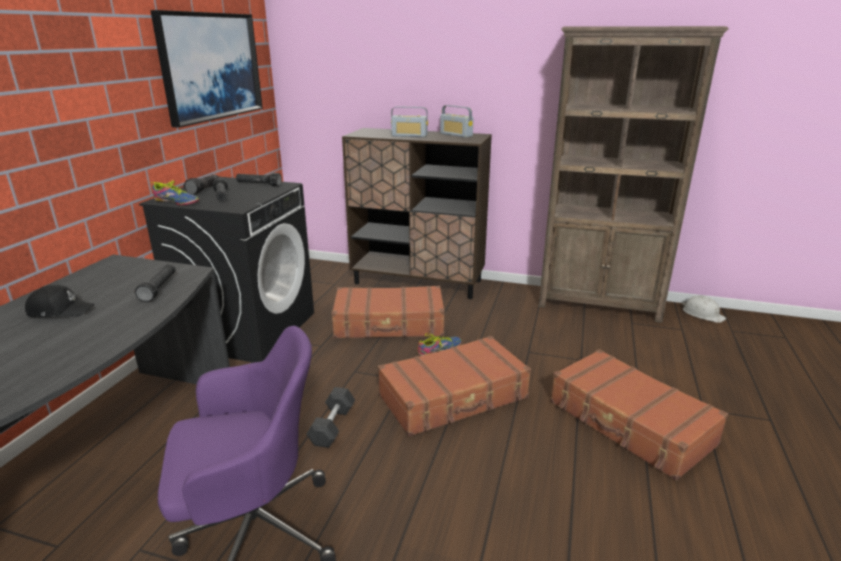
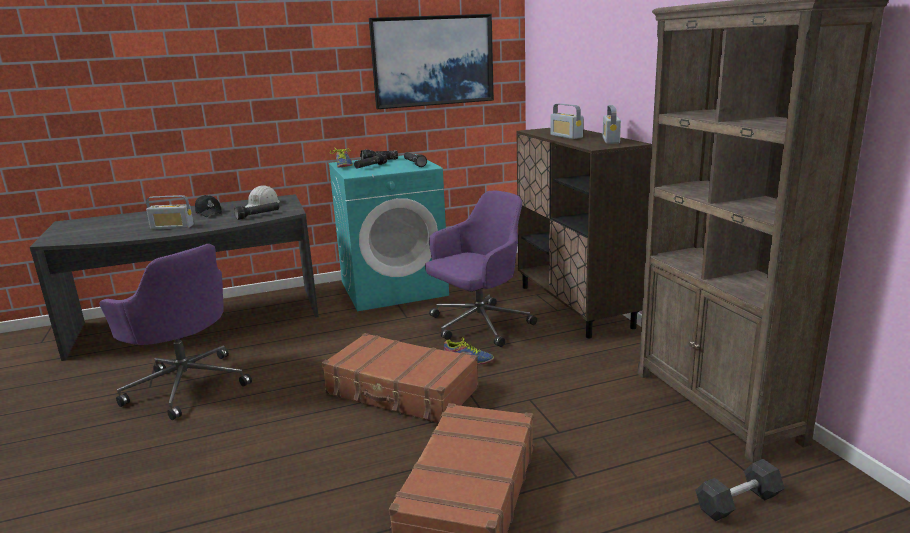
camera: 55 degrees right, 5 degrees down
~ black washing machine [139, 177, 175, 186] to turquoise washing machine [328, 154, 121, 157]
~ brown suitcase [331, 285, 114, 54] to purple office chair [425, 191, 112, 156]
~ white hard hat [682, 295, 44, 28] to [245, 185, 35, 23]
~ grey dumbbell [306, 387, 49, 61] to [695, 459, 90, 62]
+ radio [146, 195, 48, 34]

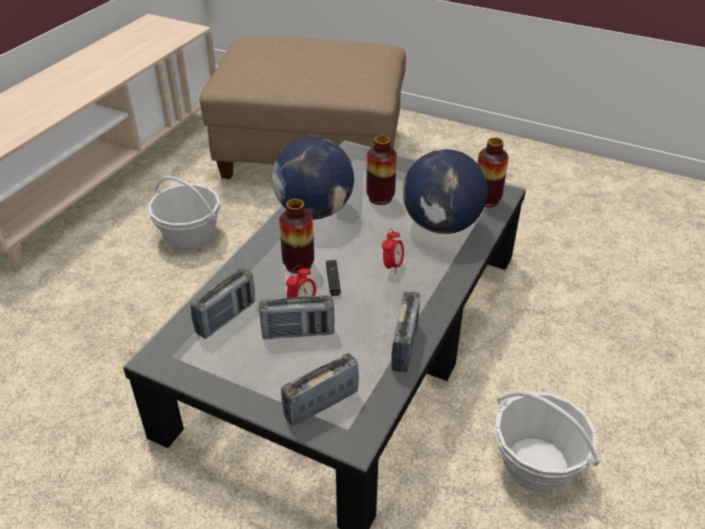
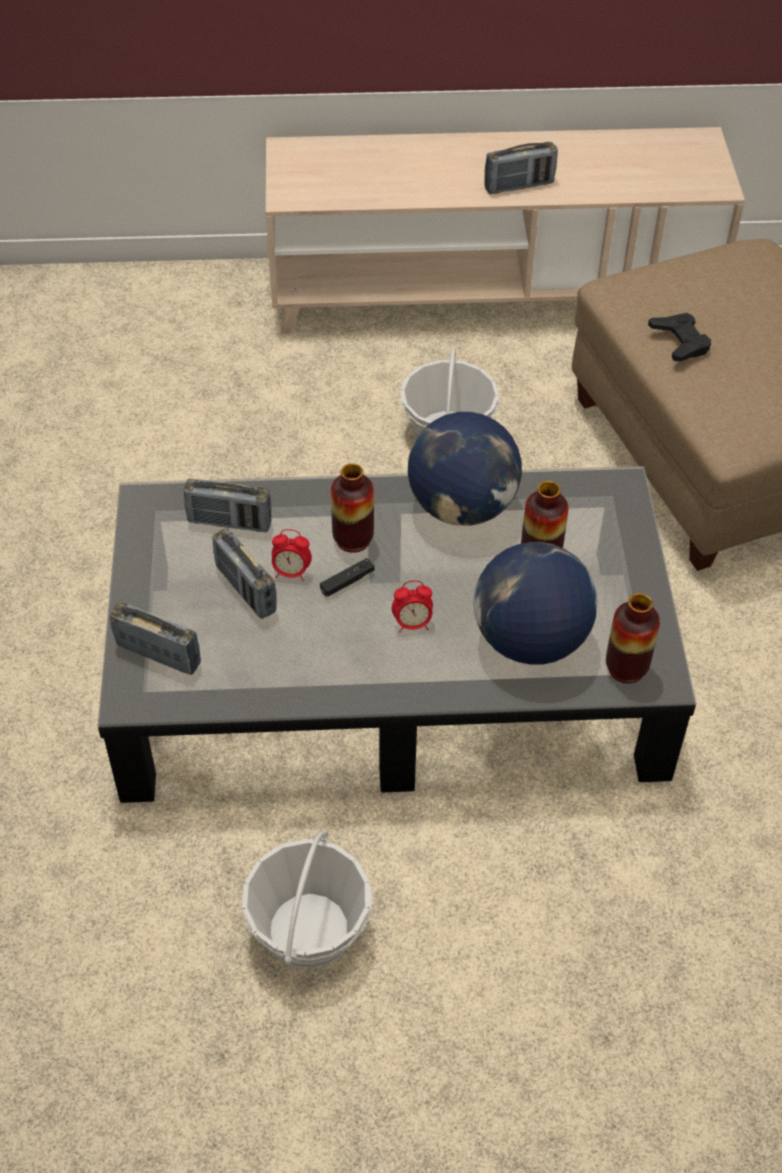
camera: 60 degrees right, 10 degrees up
~ radio [391, 292, 29, 80] to [484, 142, 74, 52]
+ black game controller [648, 313, 63, 49]

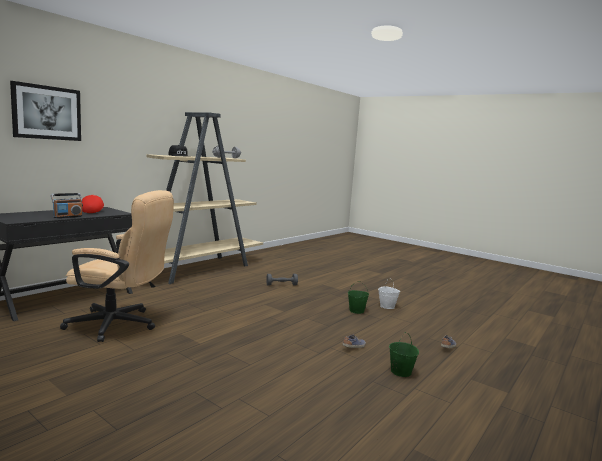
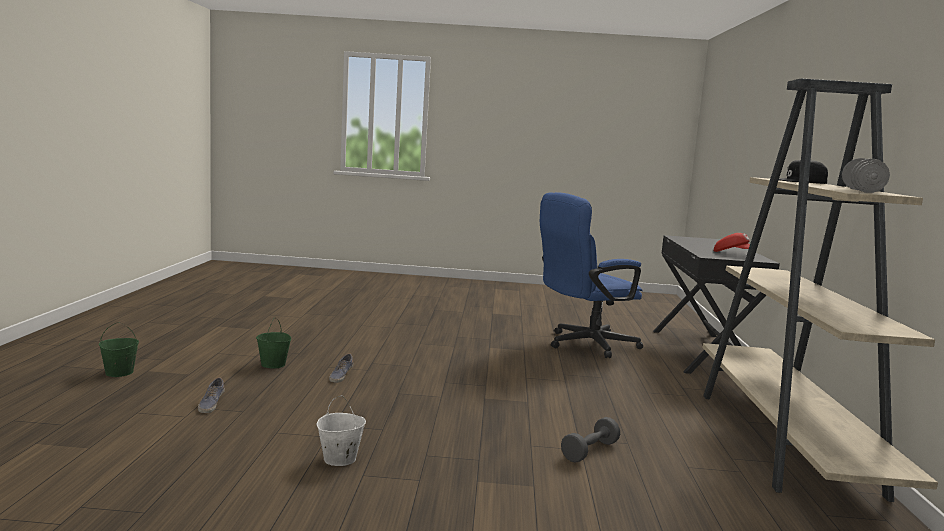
camera: 145 degrees right, 0 degrees up
- picture [10, 81, 71, 60]
~ beige office chair [60, 190, 114, 152] to blue office chair [540, 192, 103, 166]
- radio [51, 193, 32, 25]
~ green bucket [348, 281, 21, 33] to [99, 322, 40, 55]

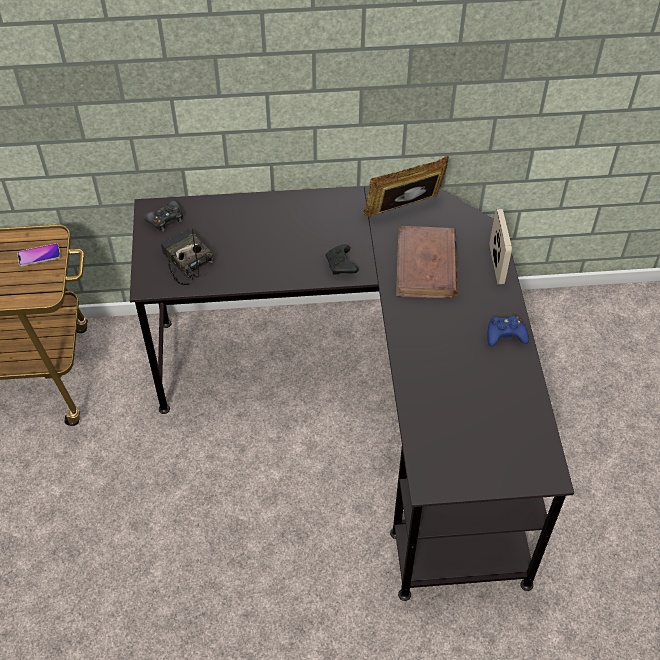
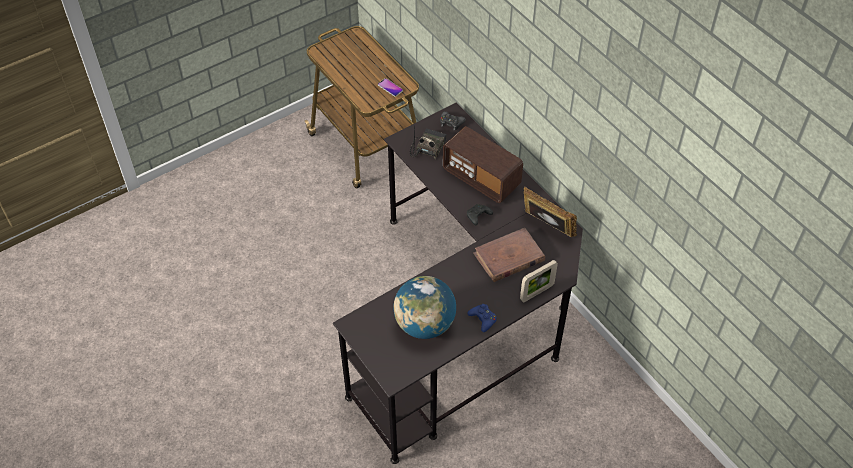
camera: 60 degrees right, 0 degrees up
+ radio [443, 126, 80, 77]
+ globe [393, 276, 63, 63]

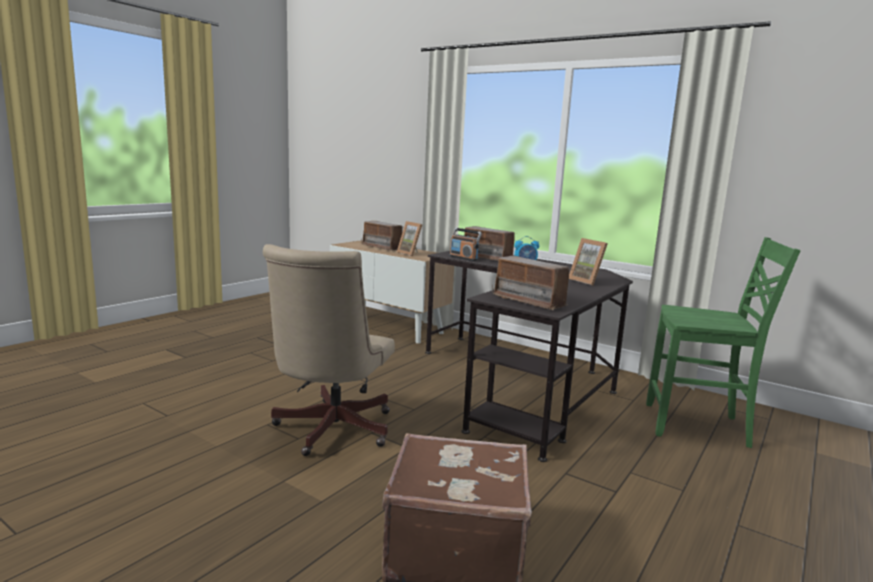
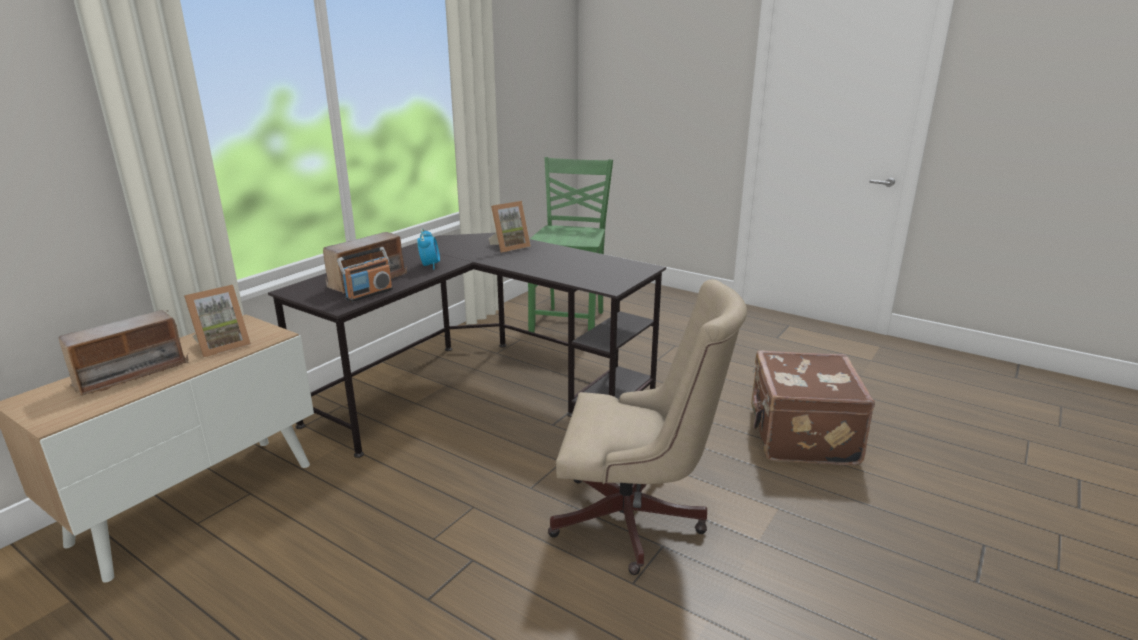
camera: 90 degrees left, 10 degrees up
- radio [492, 256, 81, 55]

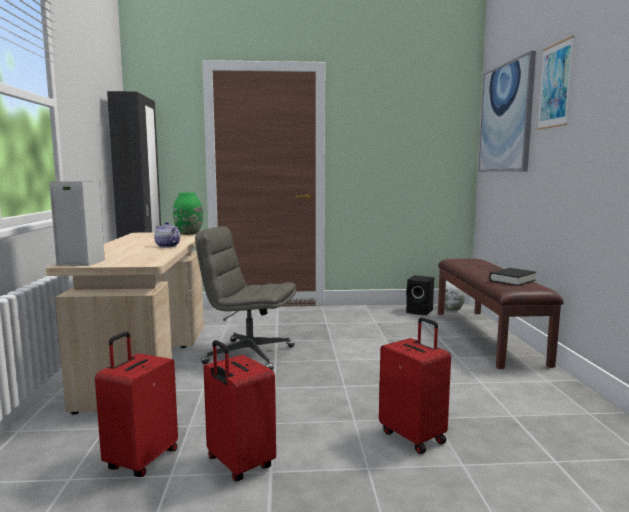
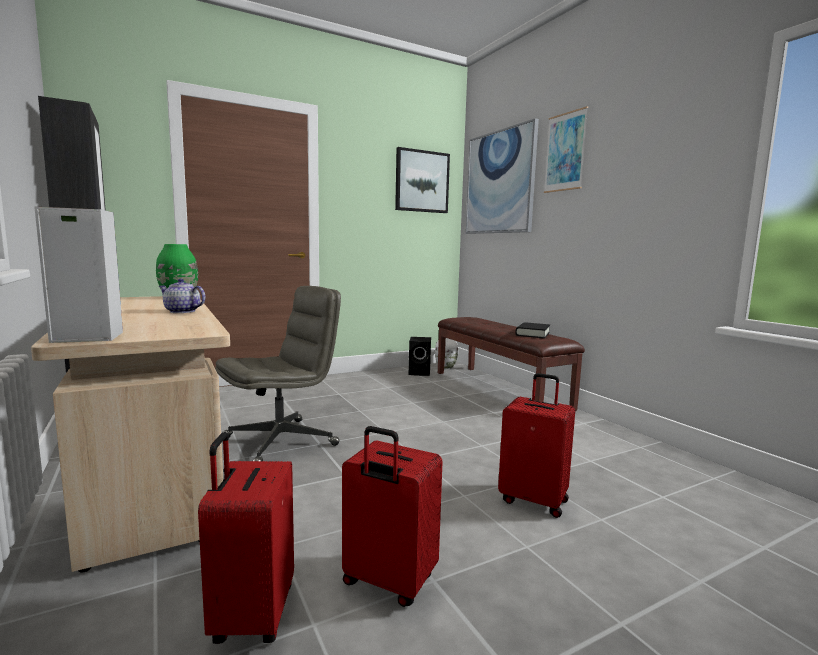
camera: 25 degrees left, 0 degrees up
~ grey office chair [195, 226, 101, 144] = [215, 286, 126, 176] 150 degrees clockwise
+ picture [395, 147, 55, 66]

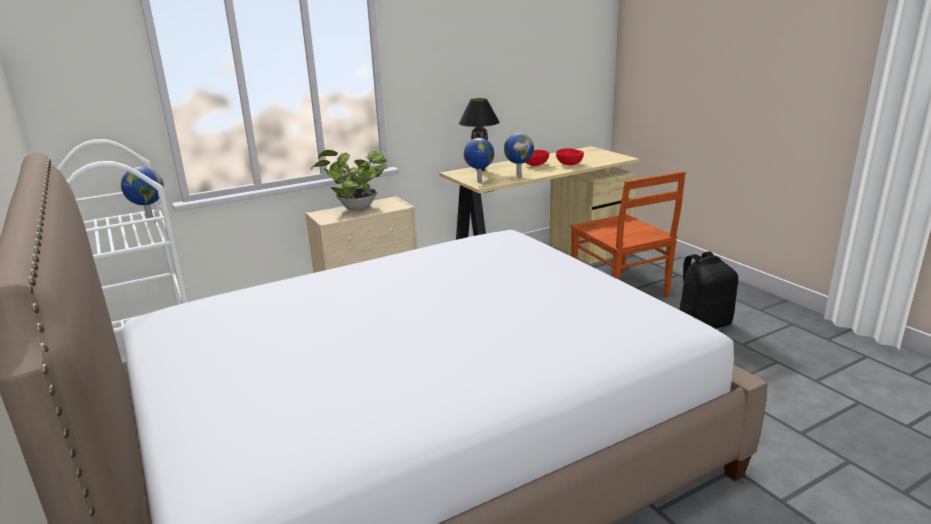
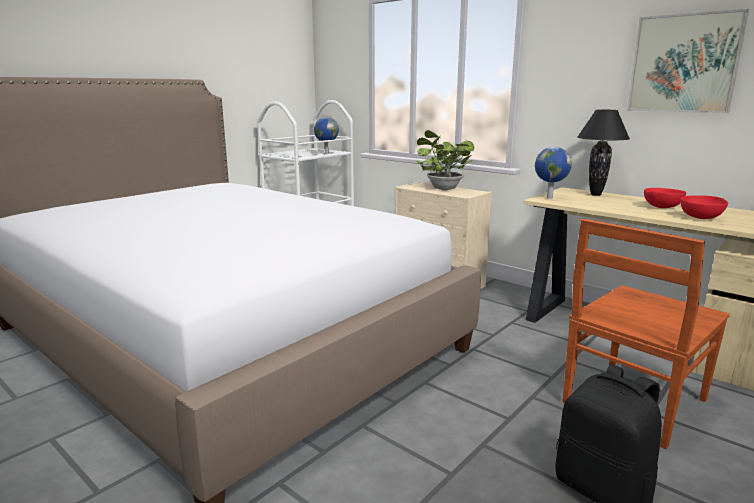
camera: 70 degrees right, 5 degrees down
- globe [504, 133, 30, 45]
+ picture [627, 9, 122, 104]

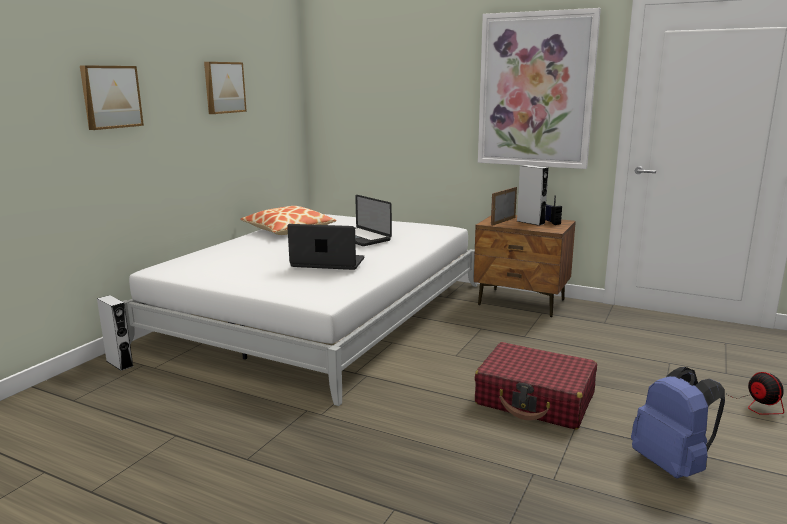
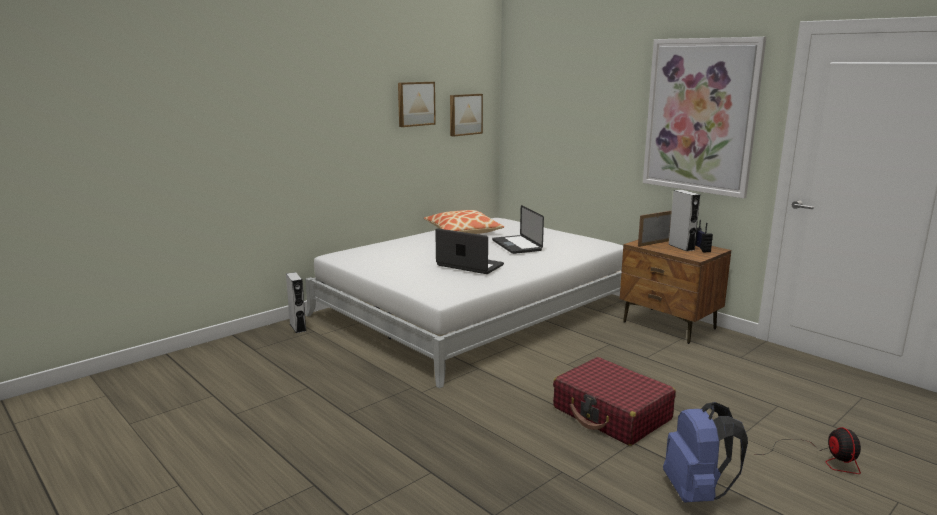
camera: 20 degrees right, 0 degrees up
~ picture [80, 65, 64, 65] to [450, 94, 33, 43]

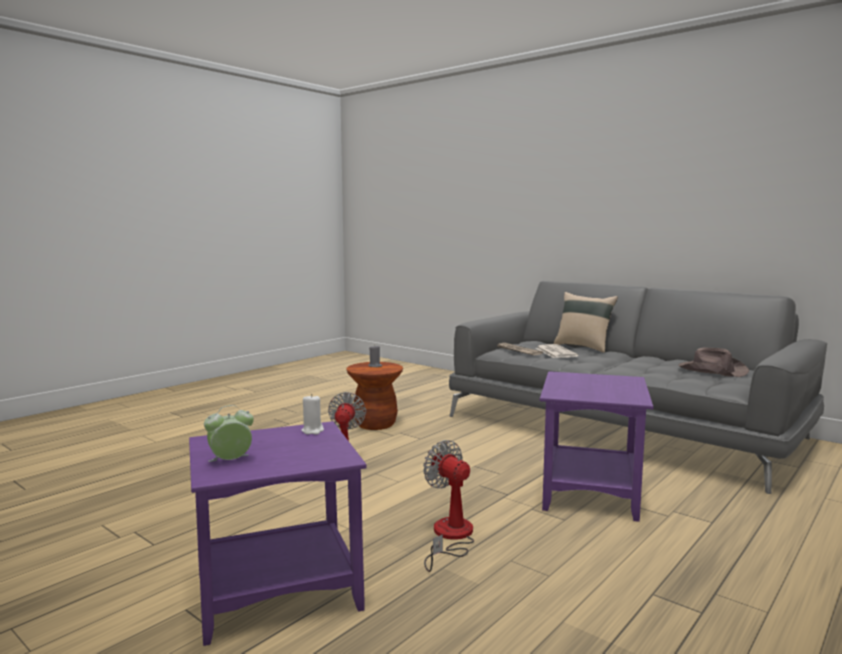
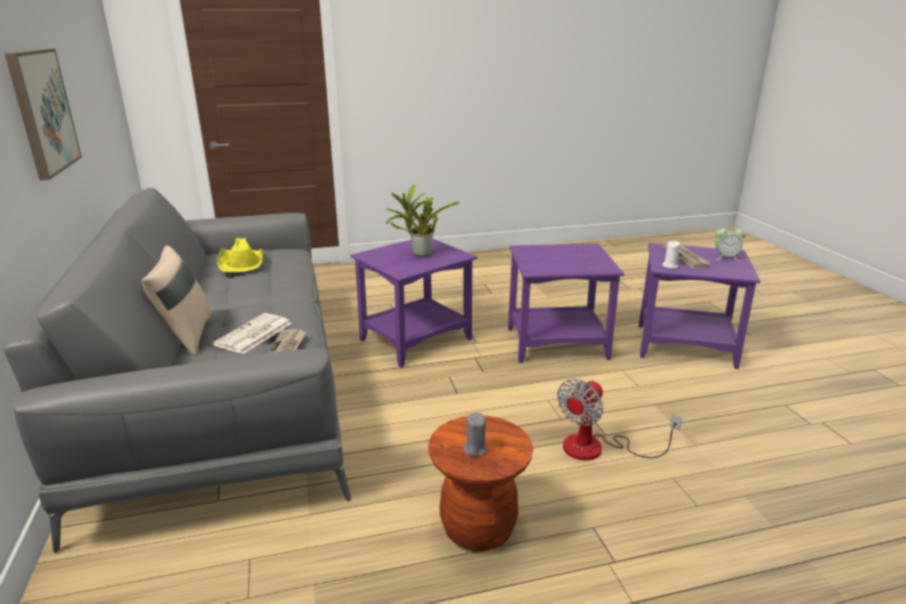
camera: 145 degrees left, 15 degrees up
~ brown hat [678, 347, 71, 30] to yellow hat [217, 238, 46, 34]
~ fan [423, 440, 51, 132] to purple side table [508, 244, 116, 119]
+ picture [5, 49, 77, 131]
+ potted plant [385, 185, 75, 72]
+ newspaper [662, 245, 48, 24]

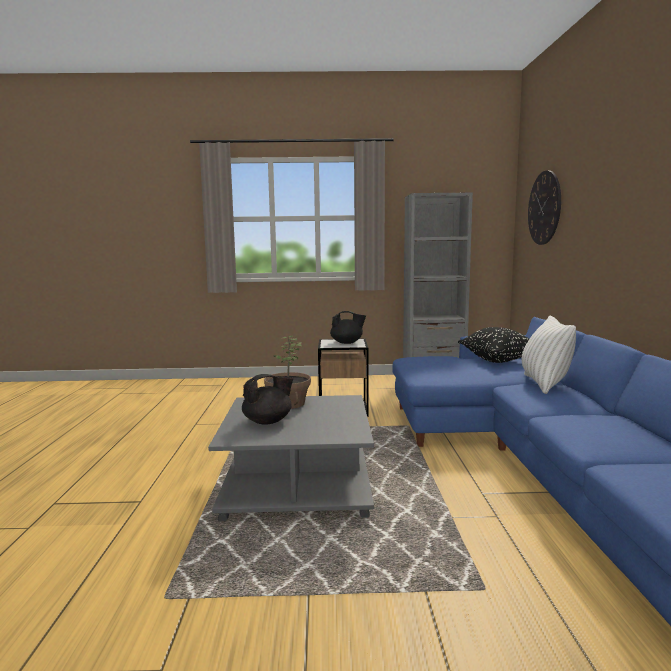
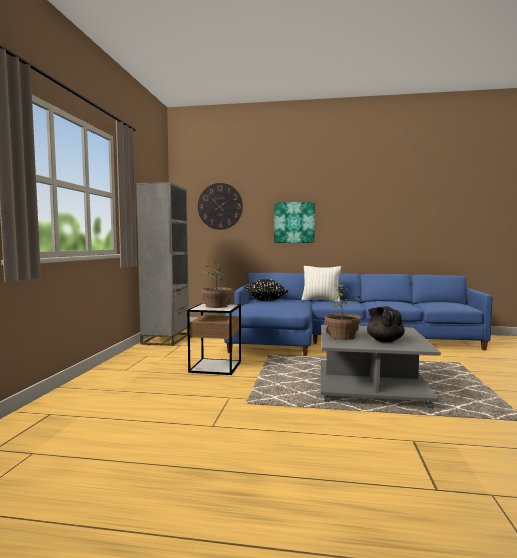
camera: 80 degrees left, 5 degrees down
~ black teapot [330, 311, 36, 33] to potted plant [201, 262, 31, 46]
+ picture [274, 202, 41, 41]

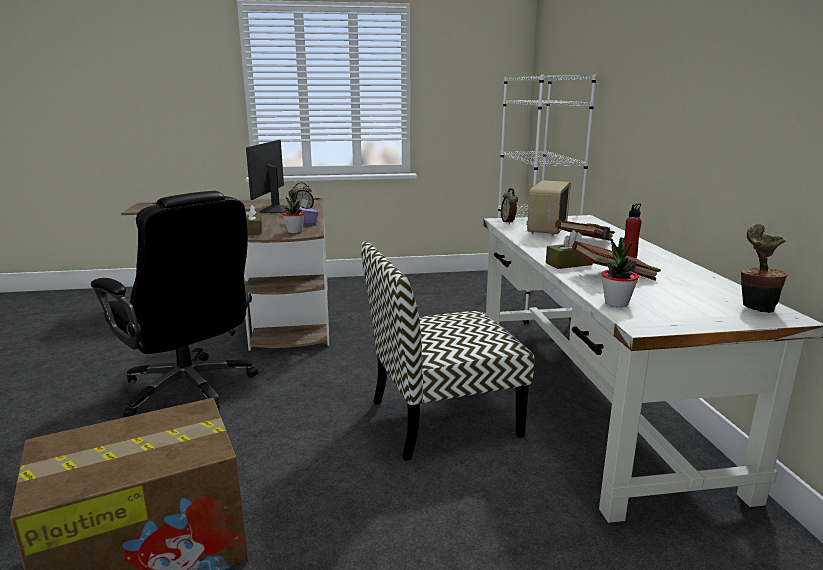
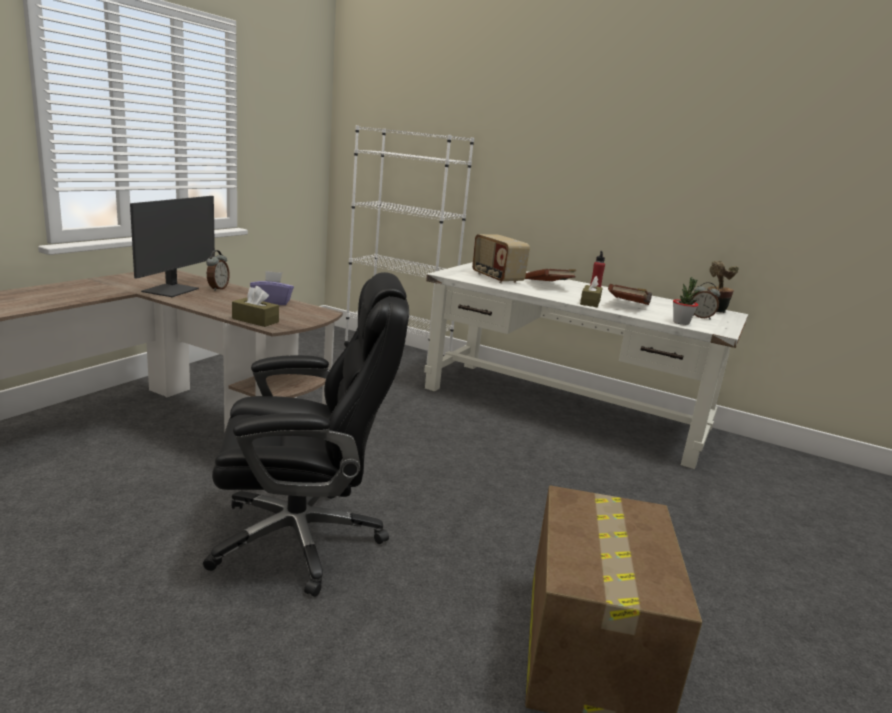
camera: 55 degrees left, 0 degrees up
~ monitor [246, 140, 41, 73] = [130, 196, 85, 101] 120 degrees counterclockwise
~ alarm clock [501, 188, 17, 36] to [692, 282, 28, 38]
- potted plant [283, 190, 22, 43]
- chair [361, 241, 174, 220]

